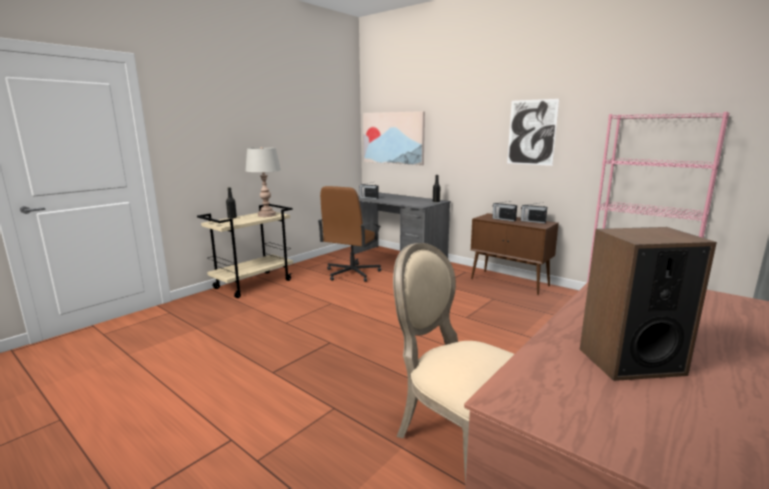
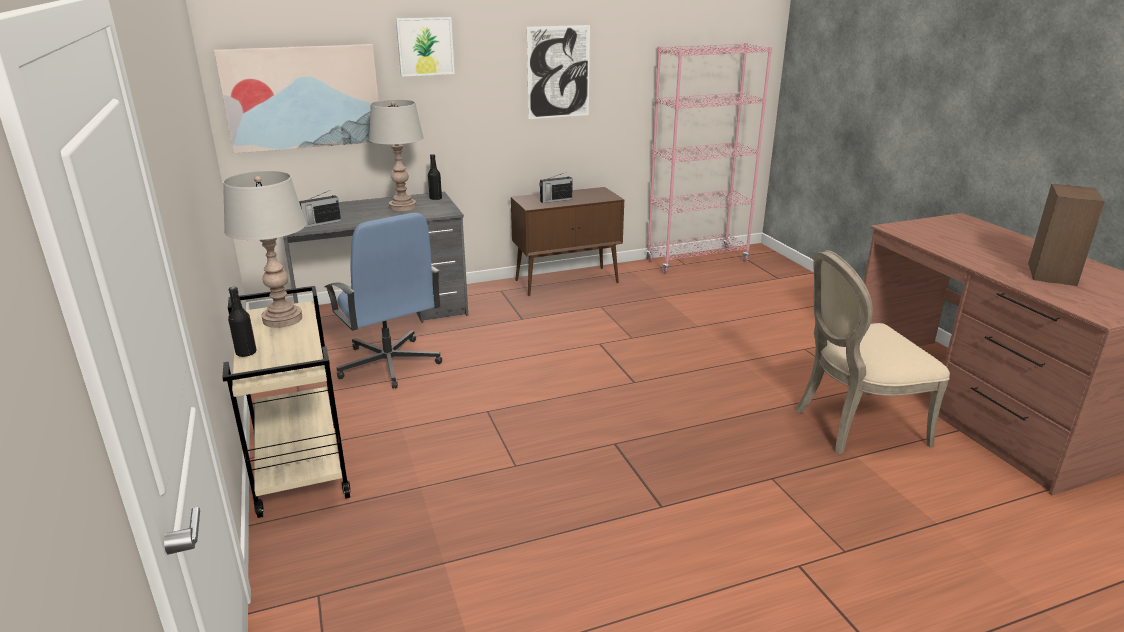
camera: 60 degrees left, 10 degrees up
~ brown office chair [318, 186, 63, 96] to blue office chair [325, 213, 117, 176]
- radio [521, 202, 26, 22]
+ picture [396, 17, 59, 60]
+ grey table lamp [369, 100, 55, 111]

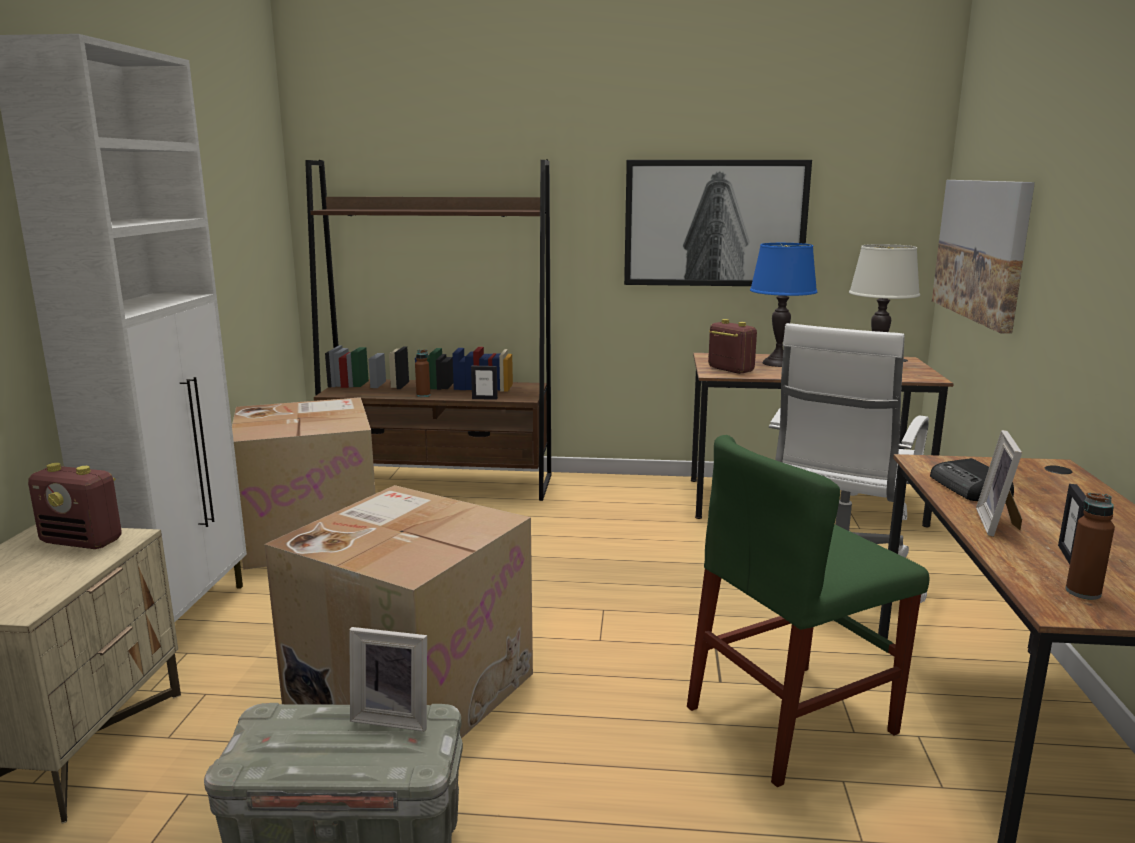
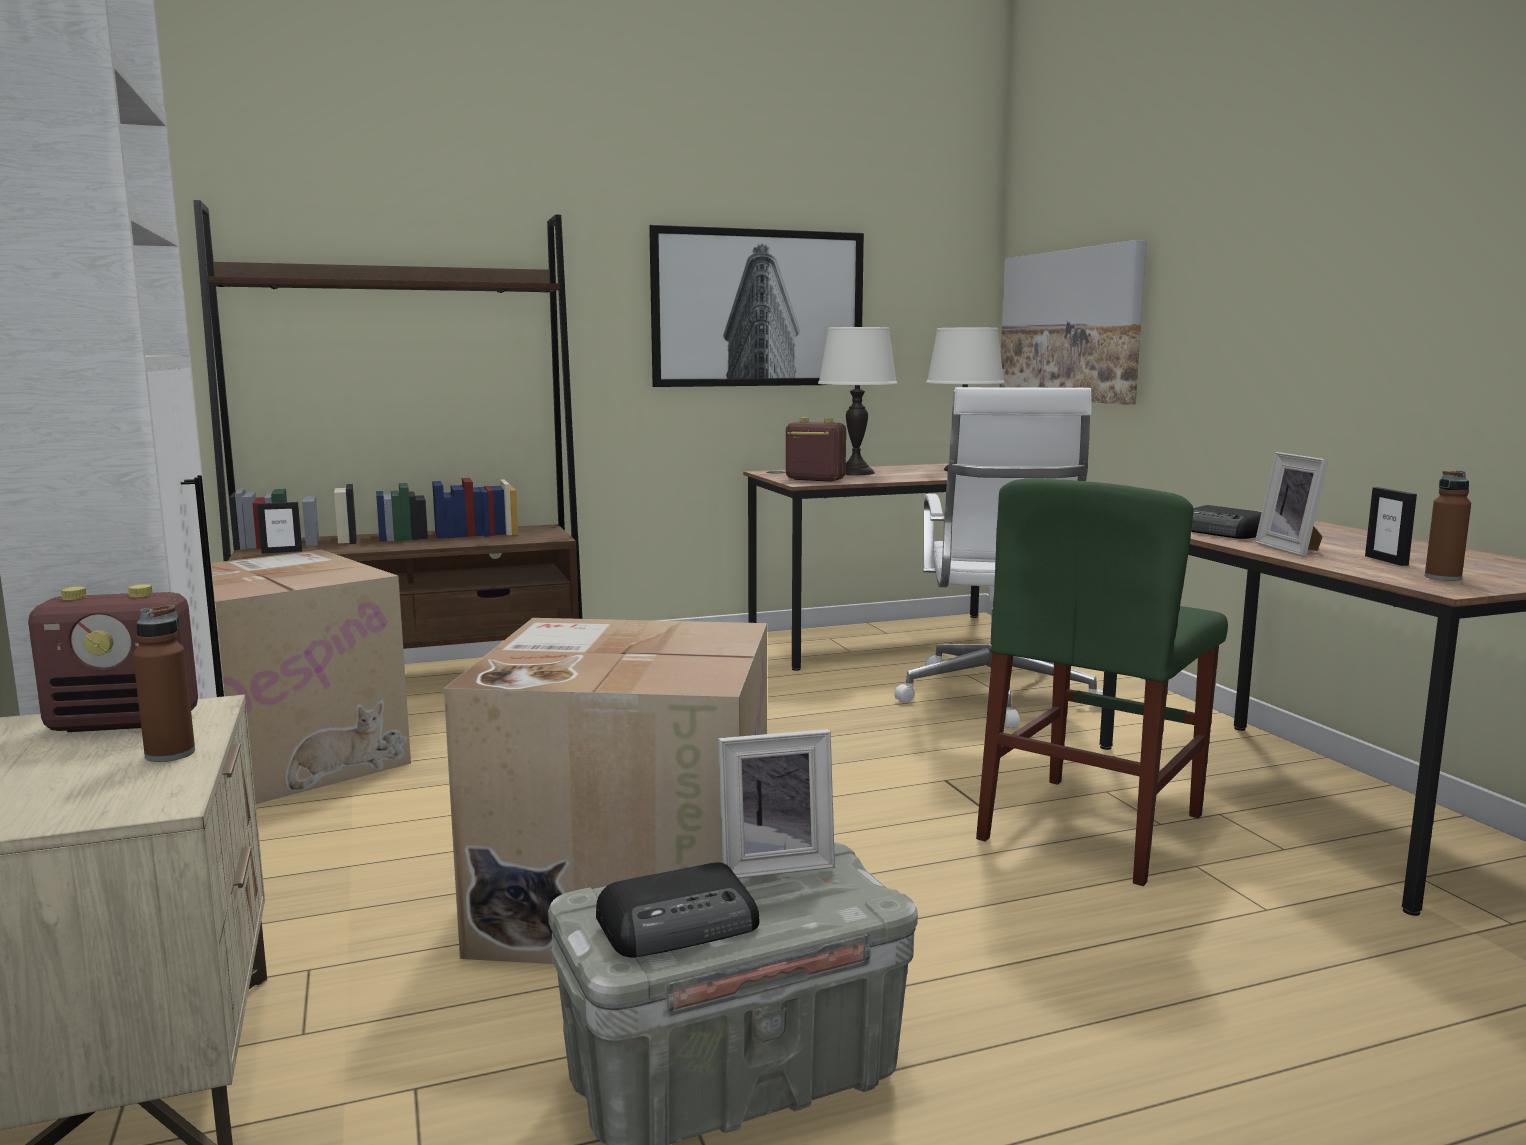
camera: 25 degrees left, 5 degrees down
~ blue table lamp [750, 243, 67, 124] to white table lamp [818, 327, 79, 148]
~ brown bottle [415, 350, 15, 47] to [133, 605, 62, 157]
~ picture frame [471, 366, 27, 34] to [257, 502, 45, 52]
+ radio [596, 862, 163, 96]

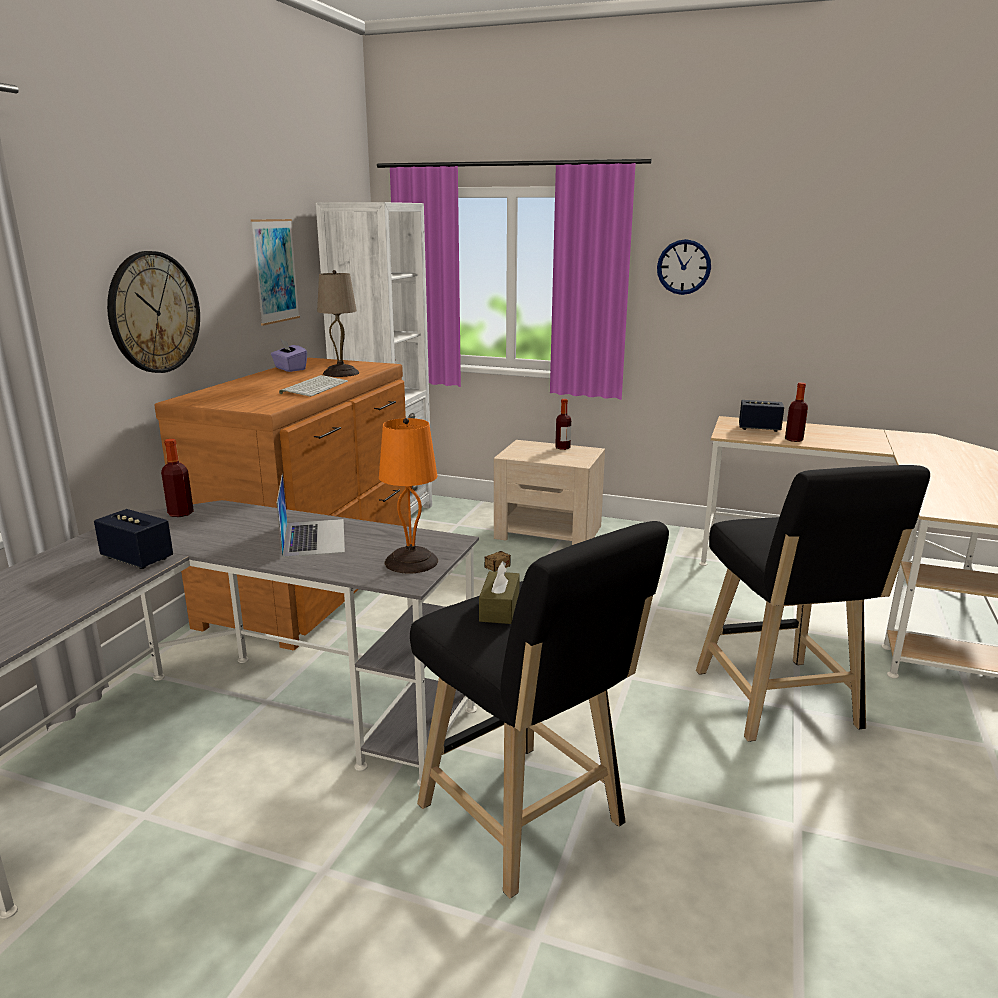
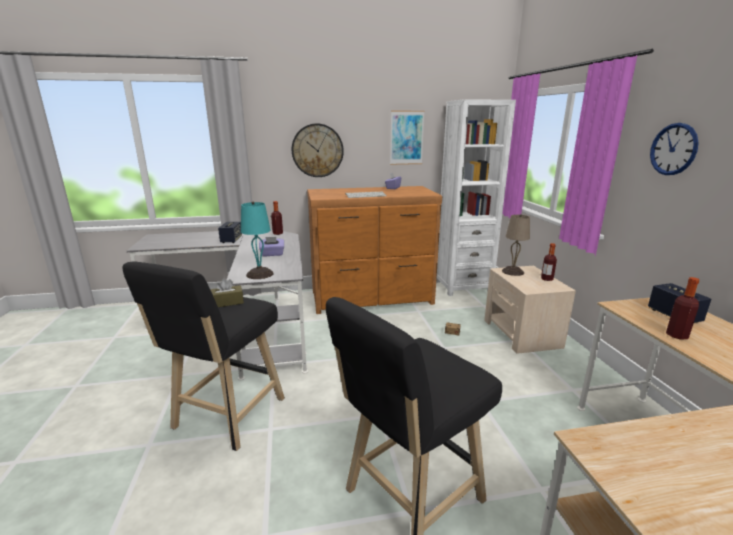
camera: 60 degrees right, 0 degrees up
~ beige table lamp [317, 270, 42, 107] to [502, 214, 28, 62]
~ orange table lamp [379, 418, 59, 156] to turquoise table lamp [241, 202, 33, 77]
~ laptop [277, 474, 68, 84] to purple tissue box [259, 237, 25, 19]

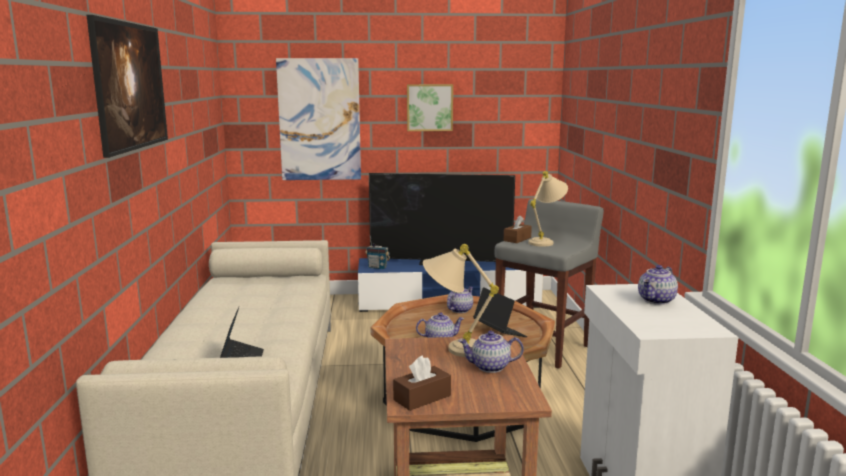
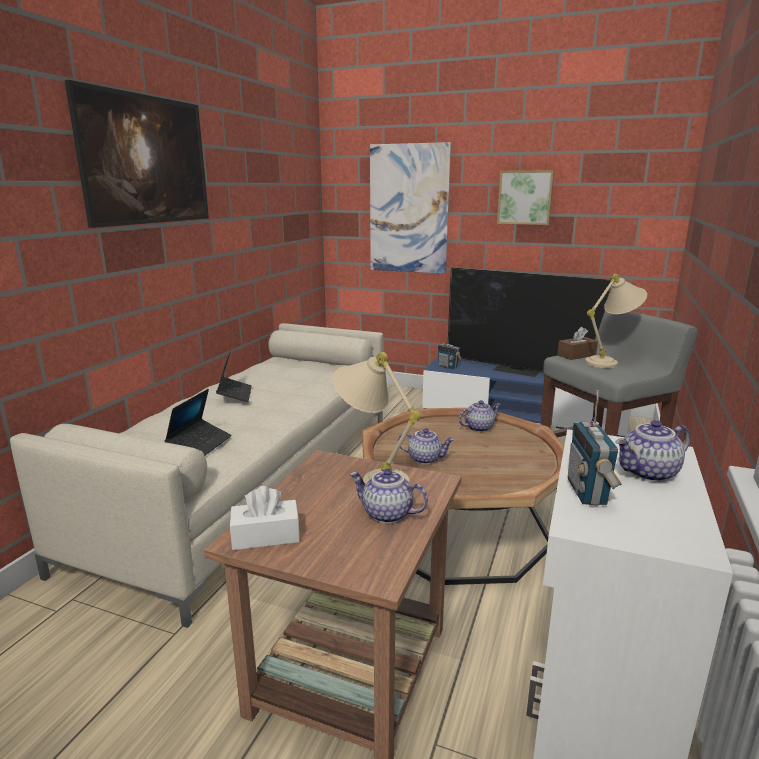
camera: 25 degrees right, 5 degrees up
~ laptop [473, 287, 54, 50] to [216, 350, 36, 52]
~ brown tissue box [393, 355, 58, 56] to white tissue box [230, 486, 70, 64]
+ radio [568, 390, 54, 115]

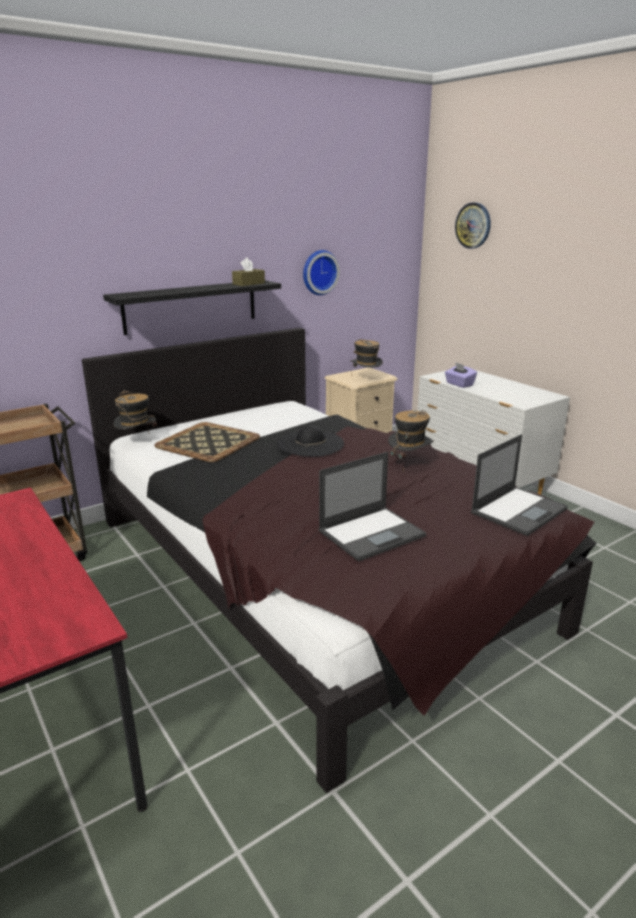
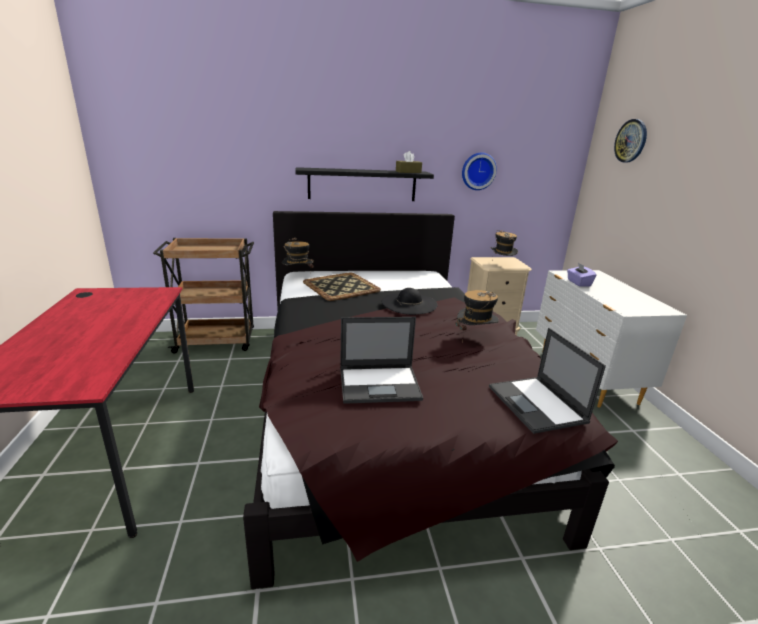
camera: 25 degrees right, 0 degrees up
~ laptop [471, 434, 97, 102] = [489, 328, 117, 106] 90 degrees clockwise

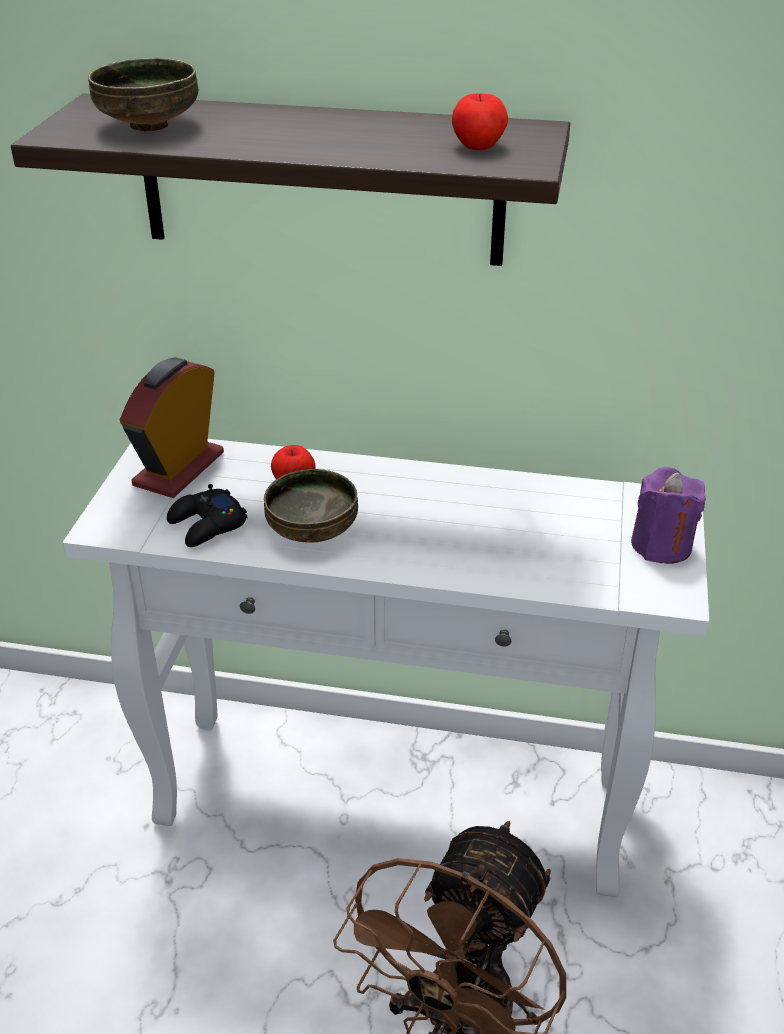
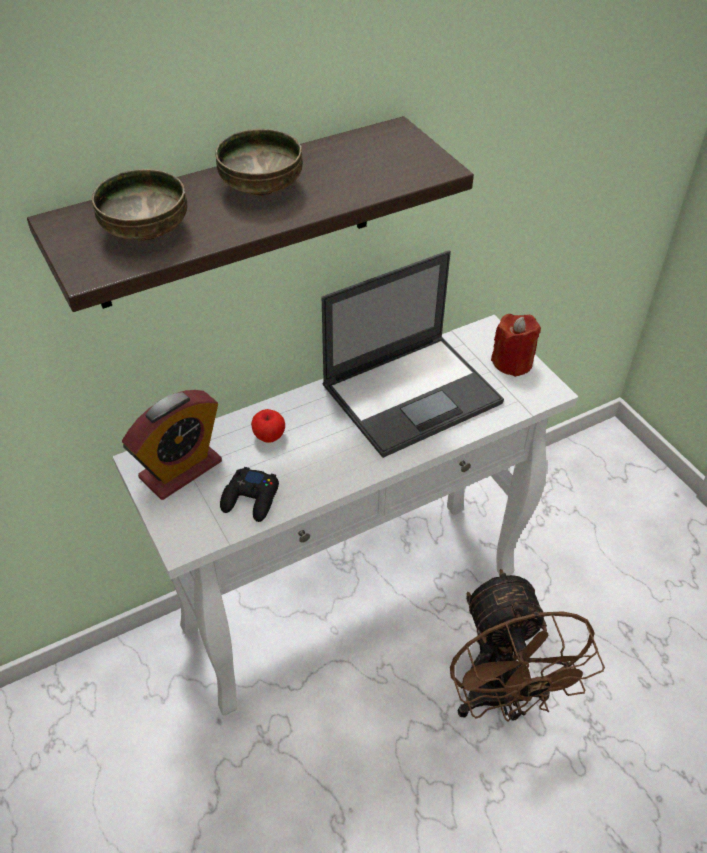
camera: 40 degrees left, 10 degrees up
- apple [452, 93, 56, 57]
~ alarm clock [120, 357, 104, 141] = [122, 390, 100, 110] 120 degrees counterclockwise
~ purple candle [631, 467, 75, 97] to red candle [491, 314, 50, 63]
~ bowl [264, 469, 94, 74] to [215, 129, 88, 67]
+ laptop [322, 250, 182, 208]

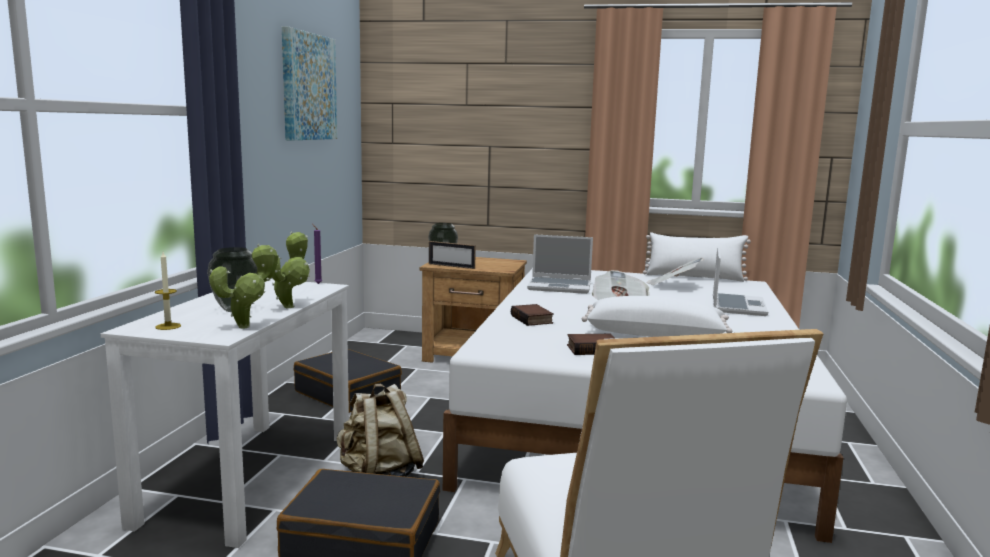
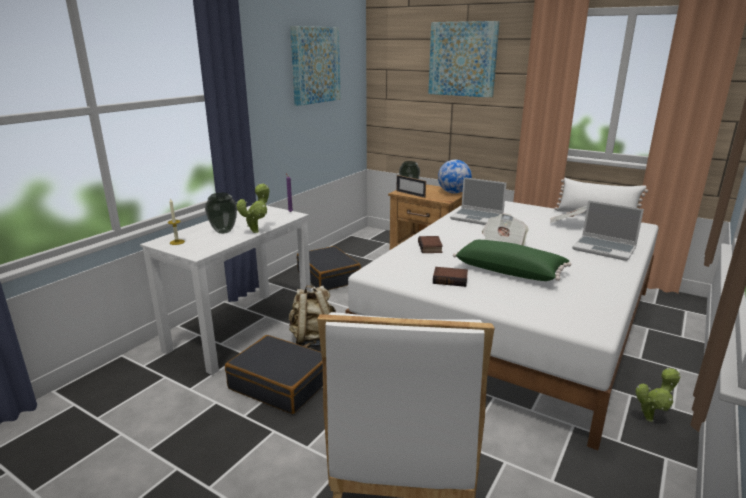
camera: 20 degrees right, 10 degrees up
~ potted plant [209, 244, 70, 85] to [635, 368, 46, 54]
~ laptop [713, 248, 55, 68] = [572, 200, 72, 61] 90 degrees clockwise
~ white pillow [582, 296, 150, 41] to green pillow [453, 240, 118, 41]
+ picture [428, 21, 72, 77]
+ globe [438, 160, 34, 34]

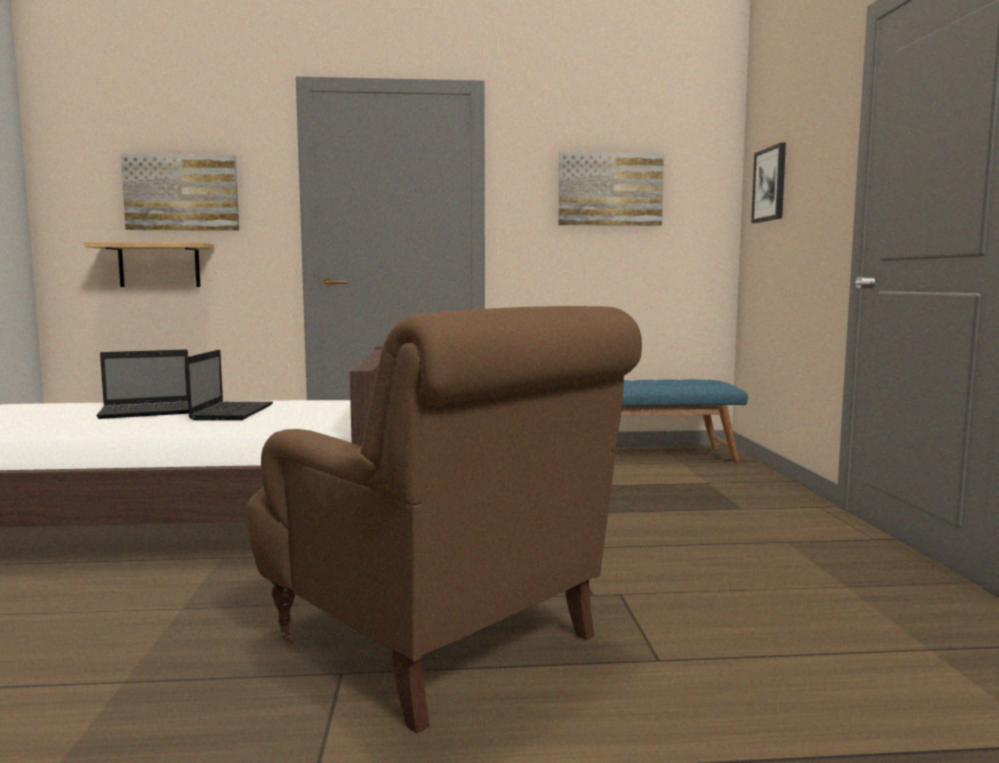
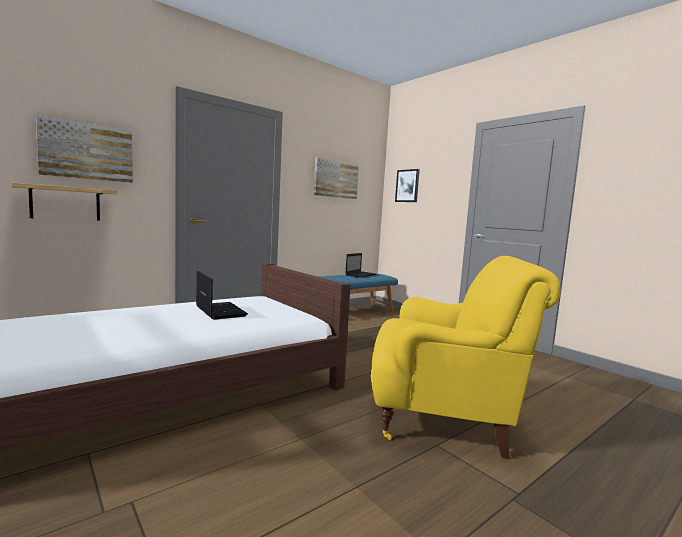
camera: 35 degrees left, 0 degrees up
~ brown armchair [247, 306, 395, 428] to yellow armchair [371, 256, 189, 203]
~ laptop [97, 349, 92, 70] to [346, 253, 30, 25]

